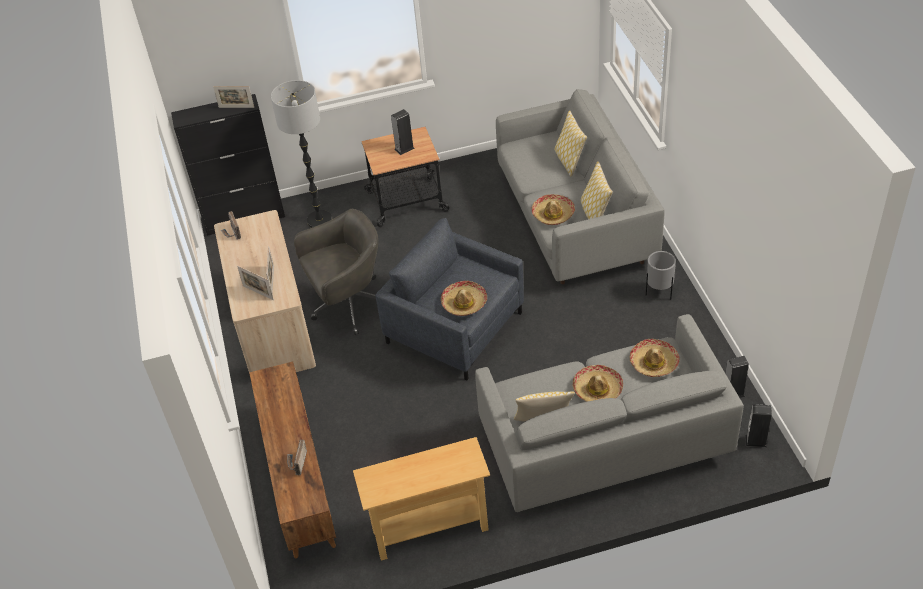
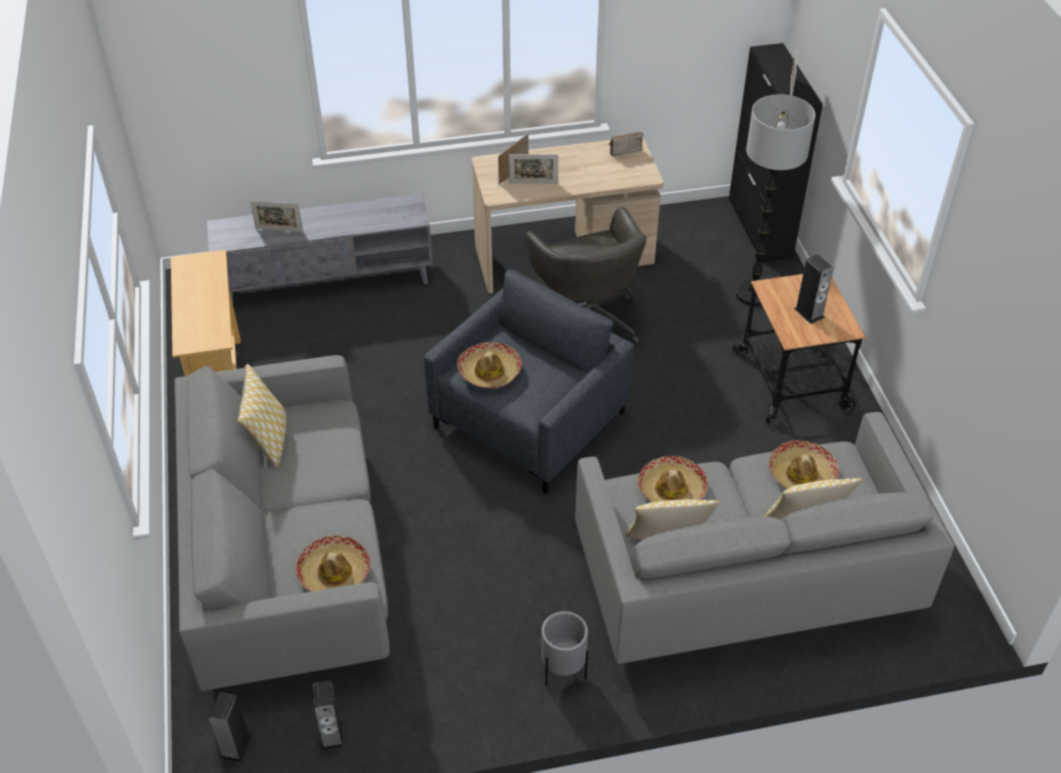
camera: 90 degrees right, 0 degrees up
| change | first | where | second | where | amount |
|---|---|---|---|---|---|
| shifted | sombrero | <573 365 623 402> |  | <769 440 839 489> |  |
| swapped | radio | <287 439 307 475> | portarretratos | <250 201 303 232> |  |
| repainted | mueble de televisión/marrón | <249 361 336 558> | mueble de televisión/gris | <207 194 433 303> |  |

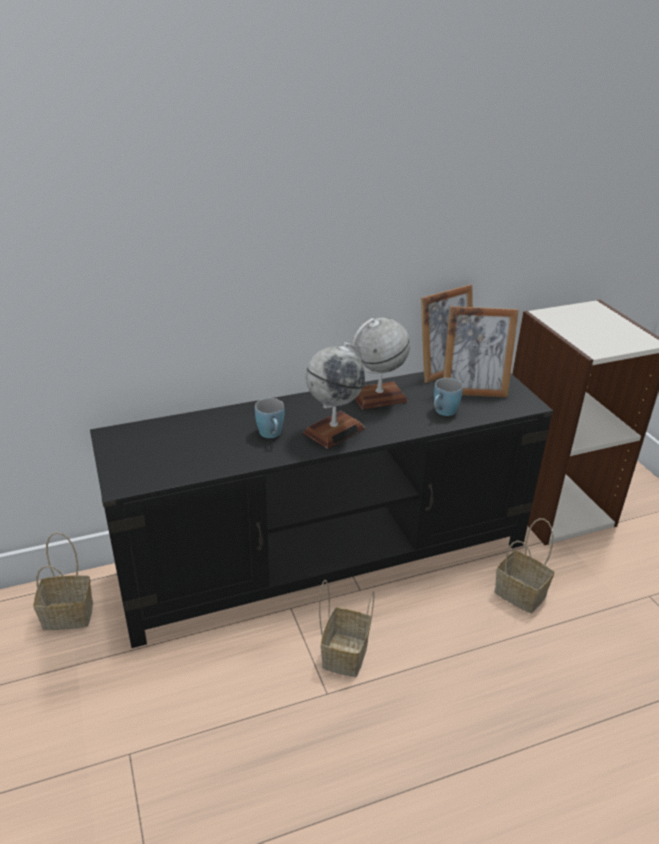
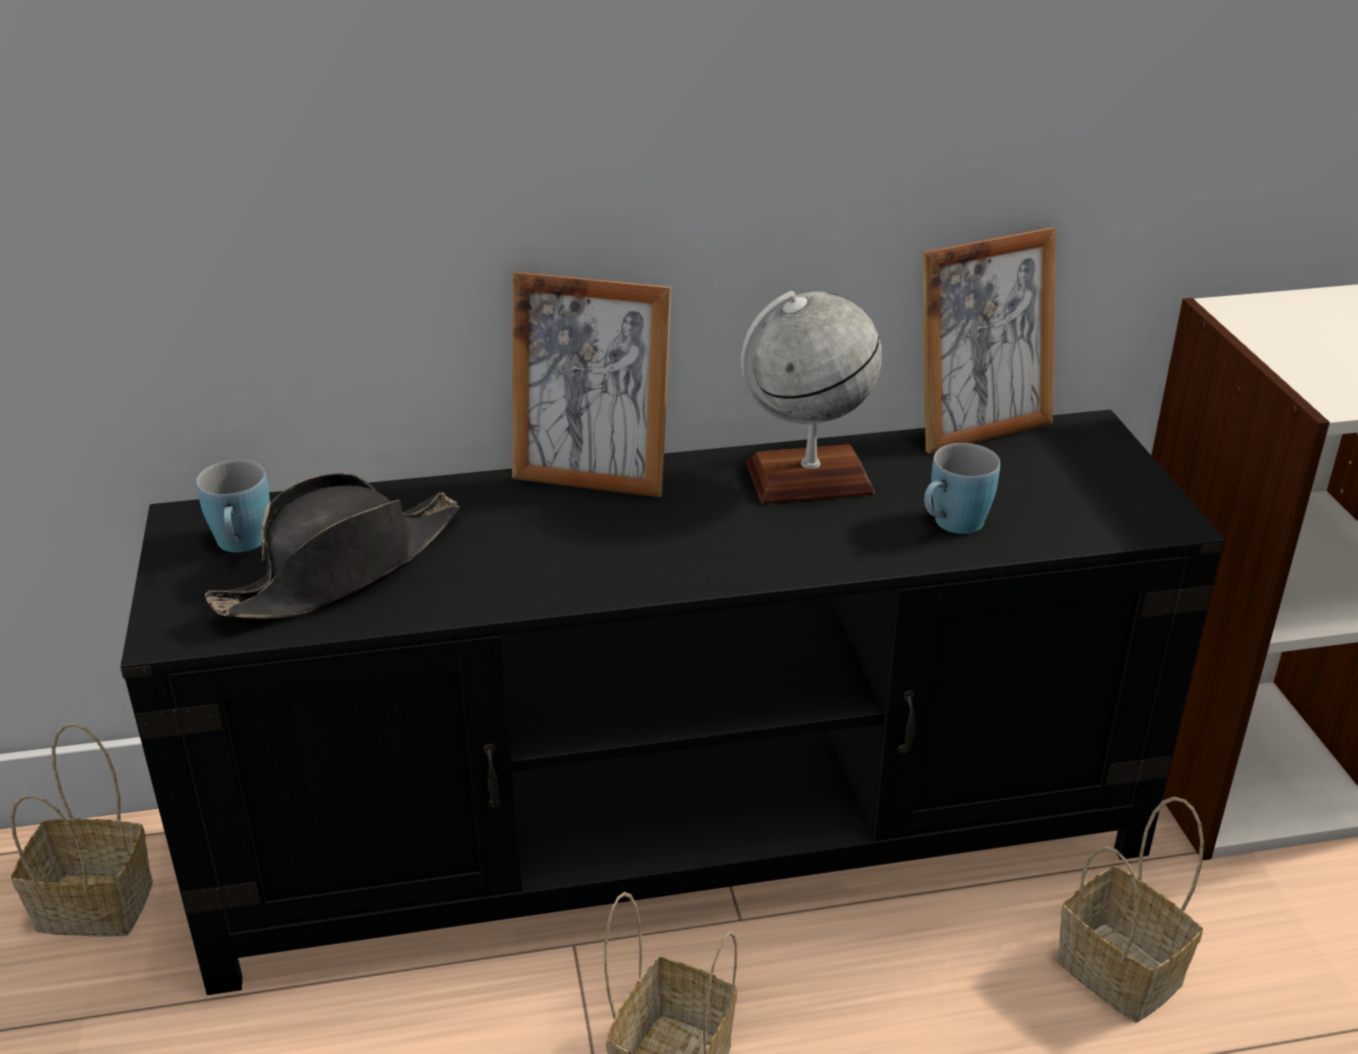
camera: 10 degrees right, 0 degrees up
| change | first | where | second | where | amount |
|---|---|---|---|---|---|
| gone | globo terráqueo | <303 342 365 449> |  |  |  |
| new |  |  | sombrero/negro | <205 473 460 619> |  |
| shifted | taza grande/azul | <255 398 284 438> |  | <196 460 270 552> |  |
| shifted | portarretratos | <443 306 519 397> |  | <512 272 671 497> |  |

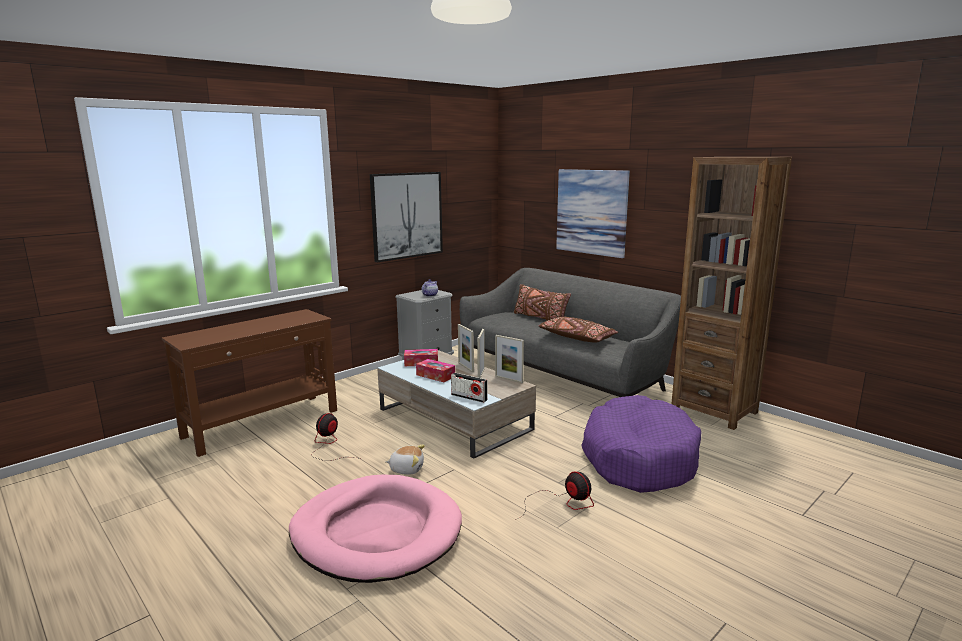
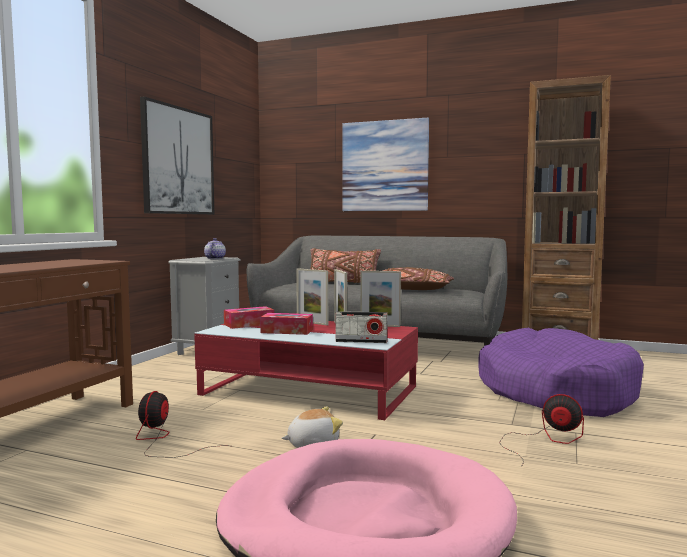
camera: 25 degrees left, 10 degrees down
| change | first | where | second | where | amount |
|---|---|---|---|---|---|
| repainted | mesa de centro/beis | <377 350 536 458> | mesa de centro/rojo | <194 321 418 420> |  |

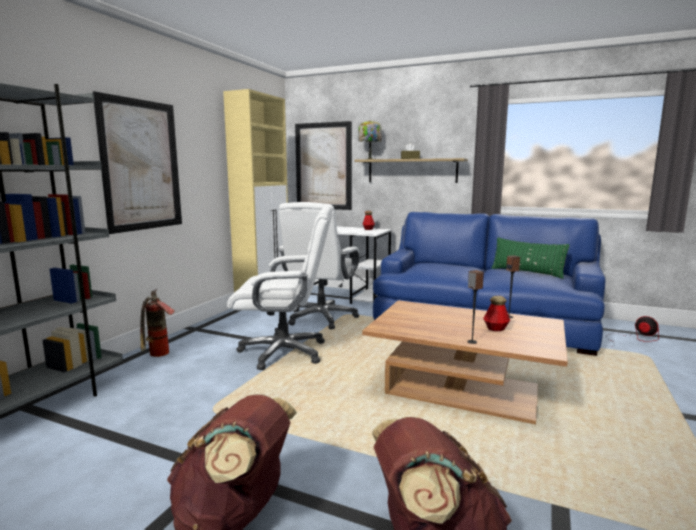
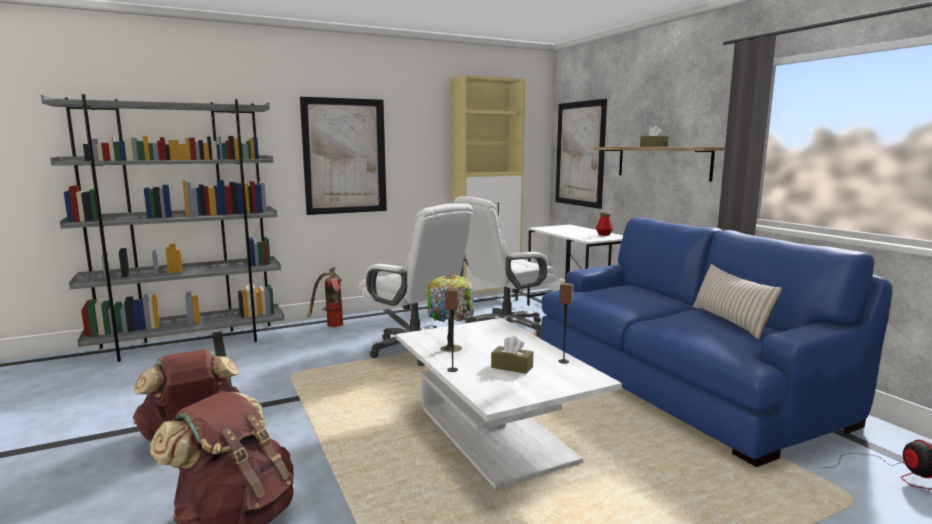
camera: 40 degrees right, 0 degrees up
| change | first | where | second | where | amount |
|---|---|---|---|---|---|
| shifted | lámpara de mesa | <359 120 382 159> |  | <427 275 474 352> |  |
| swapped | botella | <483 296 510 331> | caja de pañuelos/marrón | <491 336 533 374> |  |
| repainted | mesa de centro/marrón | <362 300 568 425> | mesa de centro/blanco | <396 318 622 489> |  |
| repainted | cojín/verde | <491 237 570 279> | cojín/beis | <693 264 782 339> |  |

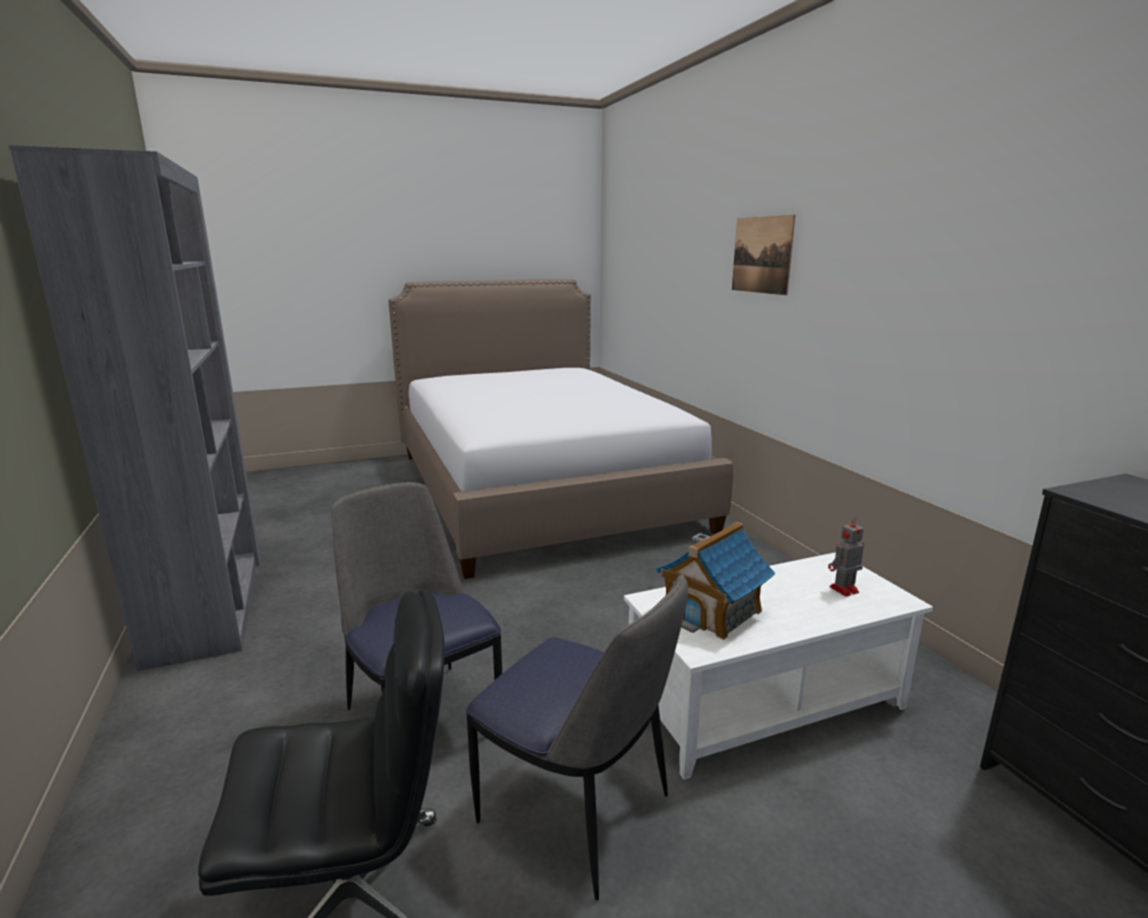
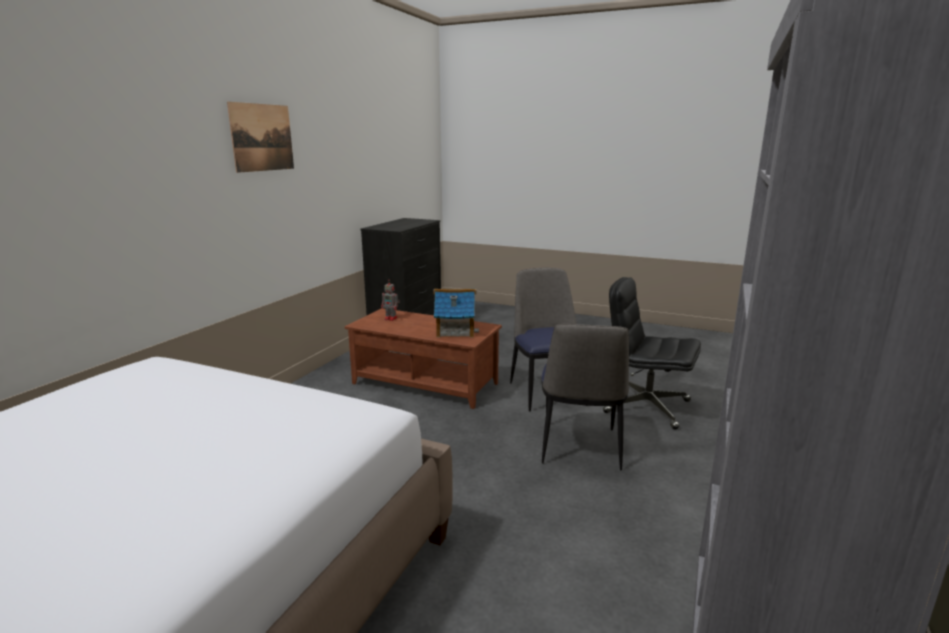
camera: 135 degrees left, 0 degrees up
| change | first | where | second | where | amount |
|---|---|---|---|---|---|
| shifted | cuadro | <732 215 795 295> |  | <227 102 294 173> |  |
| repainted | mesa de centro/blanco | <624 552 933 780> | mesa de centro/marrón | <345 308 502 409> |  |

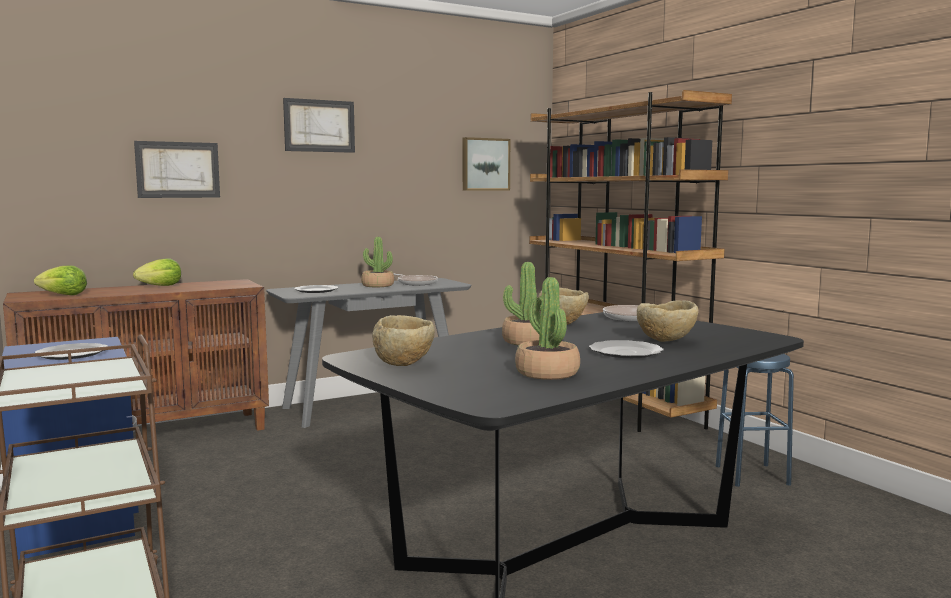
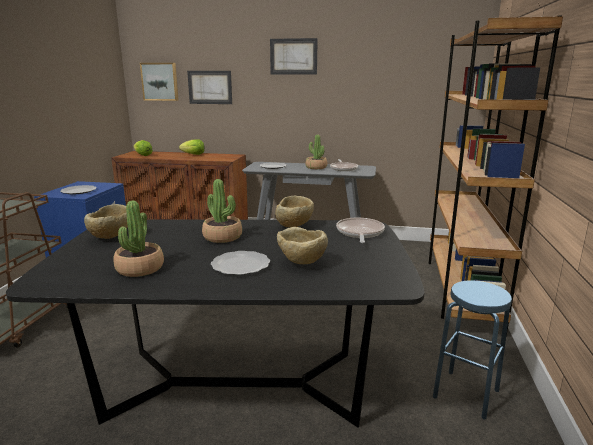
camera: 40 degrees right, 10 degrees up
| change | first | where | second | where | amount |
|---|---|---|---|---|---|
| shifted | cuadro | <463 137 510 191> |  | <140 63 179 101> |  |

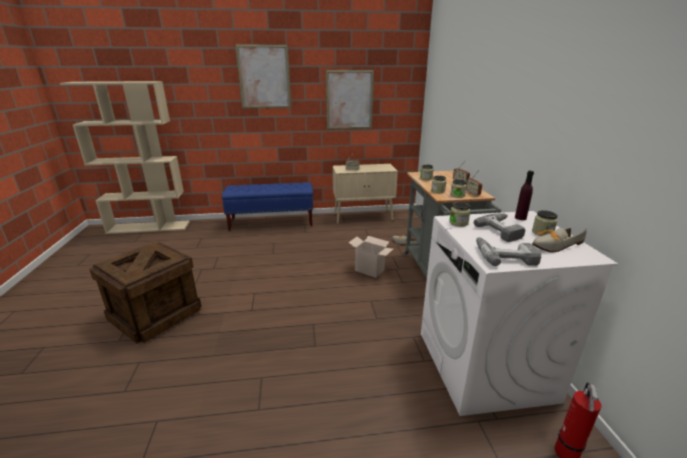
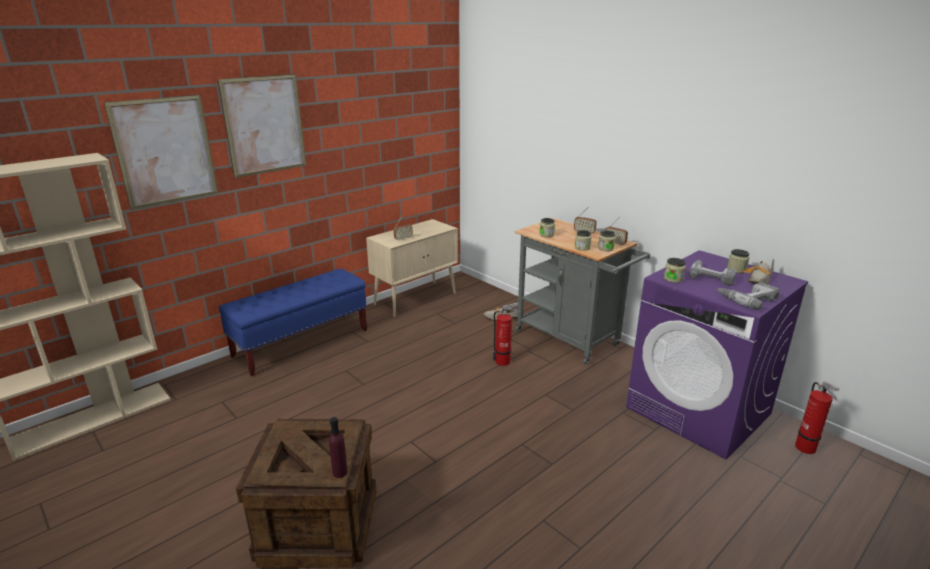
camera: 35 degrees left, 0 degrees up
| change | first | where | second | where | amount |
|---|---|---|---|---|---|
| shifted | cuadro | <326 70 374 130> |  | <104 95 218 210> |  |
| shifted | botella/morado | <515 171 534 220> |  | <329 417 348 478> |  |
| swapped | caja de cartón | <348 236 393 278> | extintor | <493 302 520 366> |  |
| repainted | lavadora/blanco | <421 211 618 416> | lavadora/morado | <626 250 808 460> |  |

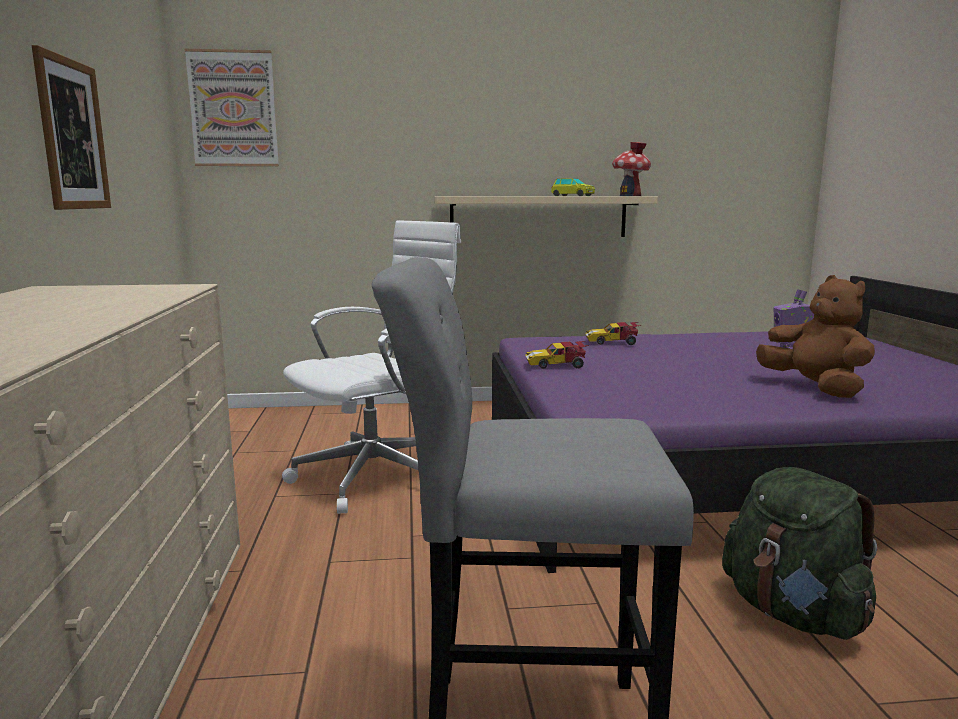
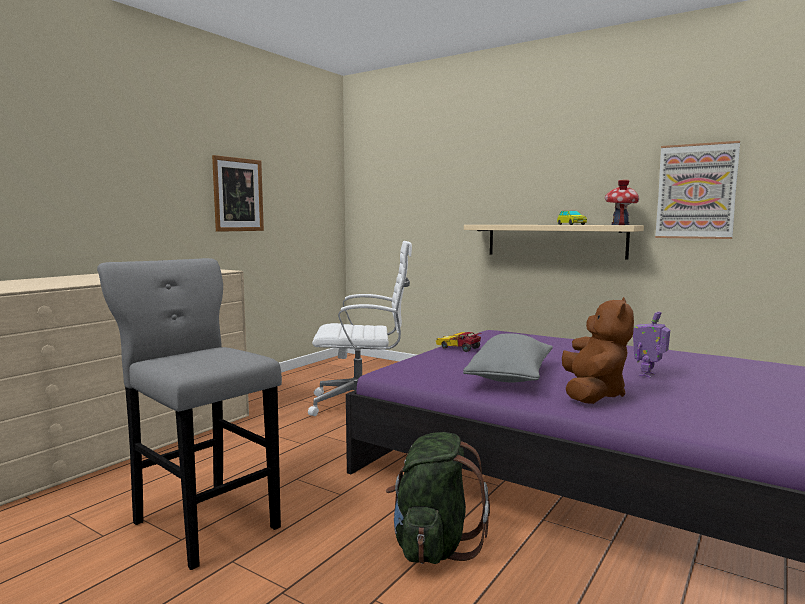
camera: 40 degrees right, 5 degrees down
| change | first | where | second | where | amount |
|---|---|---|---|---|---|
| gone | coche de juguete | <586 322 641 345> |  |  |  |
| new |  |  | cojín/gris | <463 334 553 383> |  |
| shifted | cuadro | <185 49 279 166> |  | <655 141 740 239> |  |

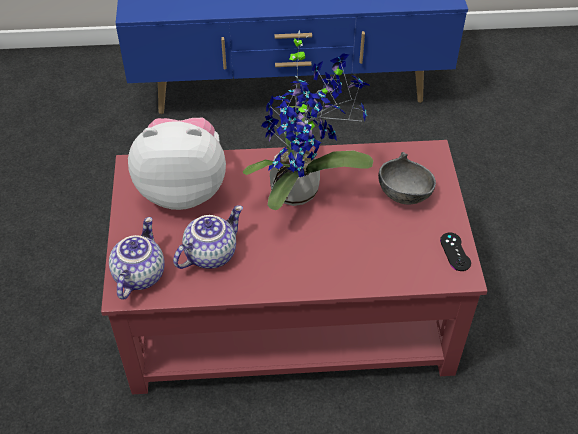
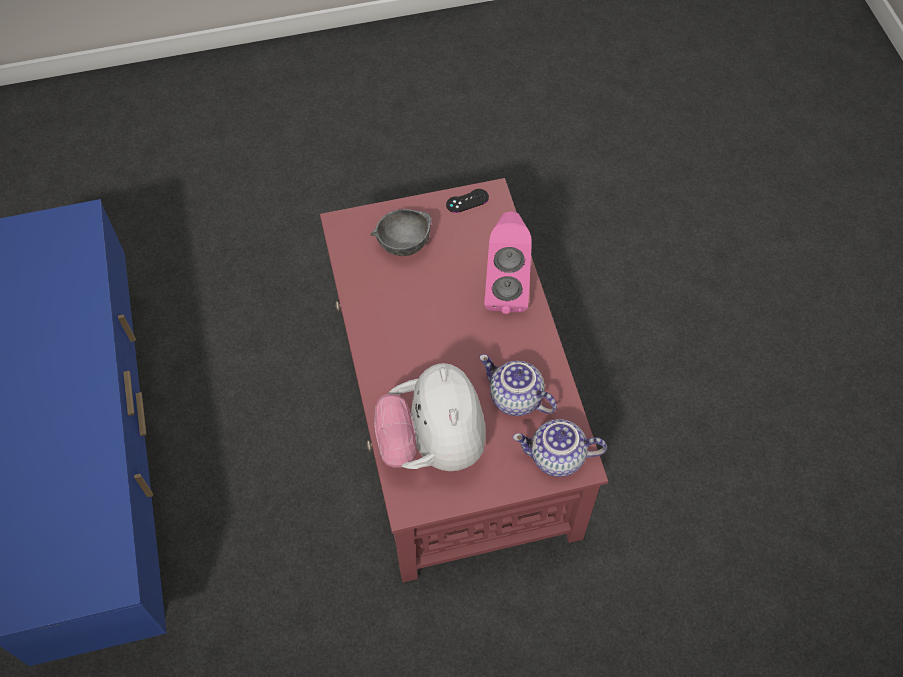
camera: 100 degrees left, 10 degrees up
| change | first | where | second | where | amount |
|---|---|---|---|---|---|
| gone | planta en maceta | <243 30 373 210> |  |  |  |
| new |  |  | altavoz/rosa | <484 211 532 314> |  |

